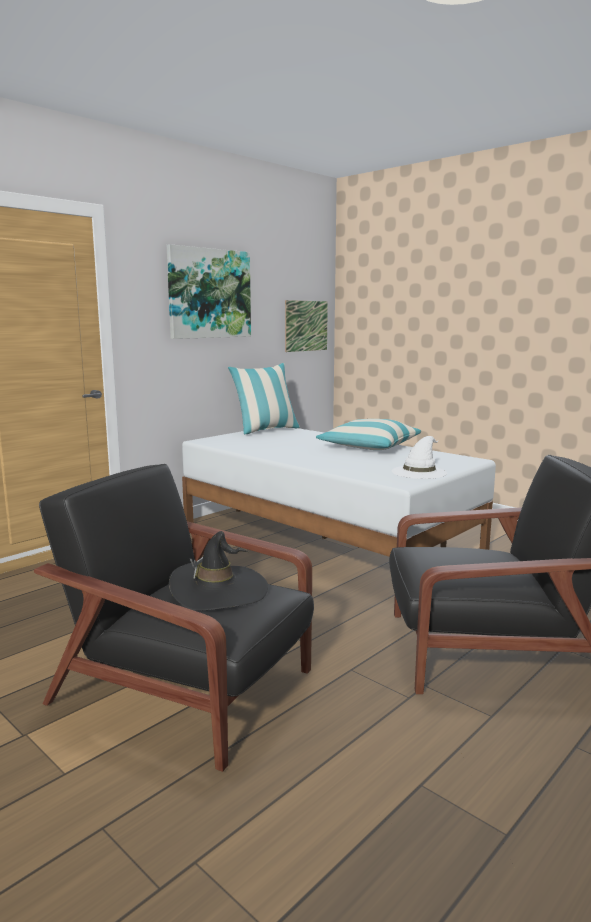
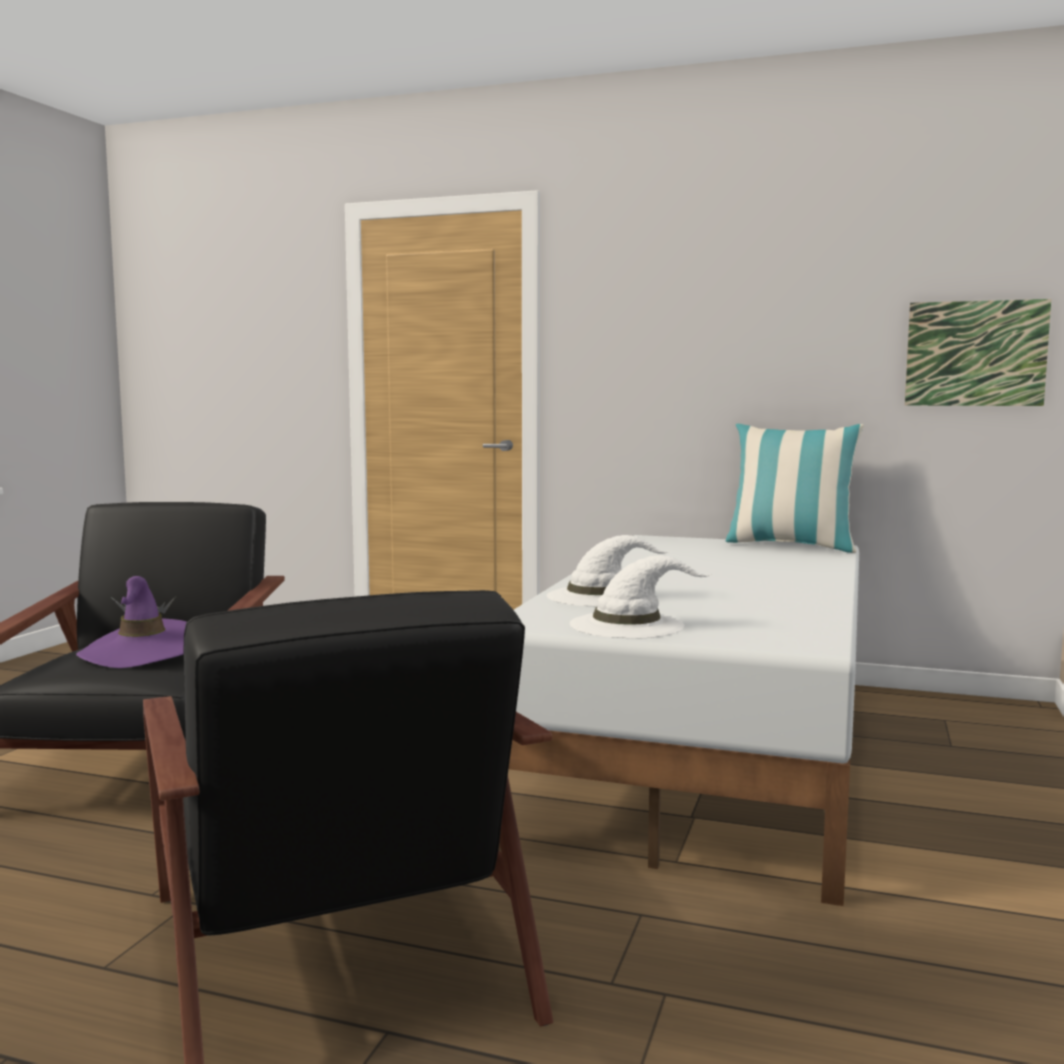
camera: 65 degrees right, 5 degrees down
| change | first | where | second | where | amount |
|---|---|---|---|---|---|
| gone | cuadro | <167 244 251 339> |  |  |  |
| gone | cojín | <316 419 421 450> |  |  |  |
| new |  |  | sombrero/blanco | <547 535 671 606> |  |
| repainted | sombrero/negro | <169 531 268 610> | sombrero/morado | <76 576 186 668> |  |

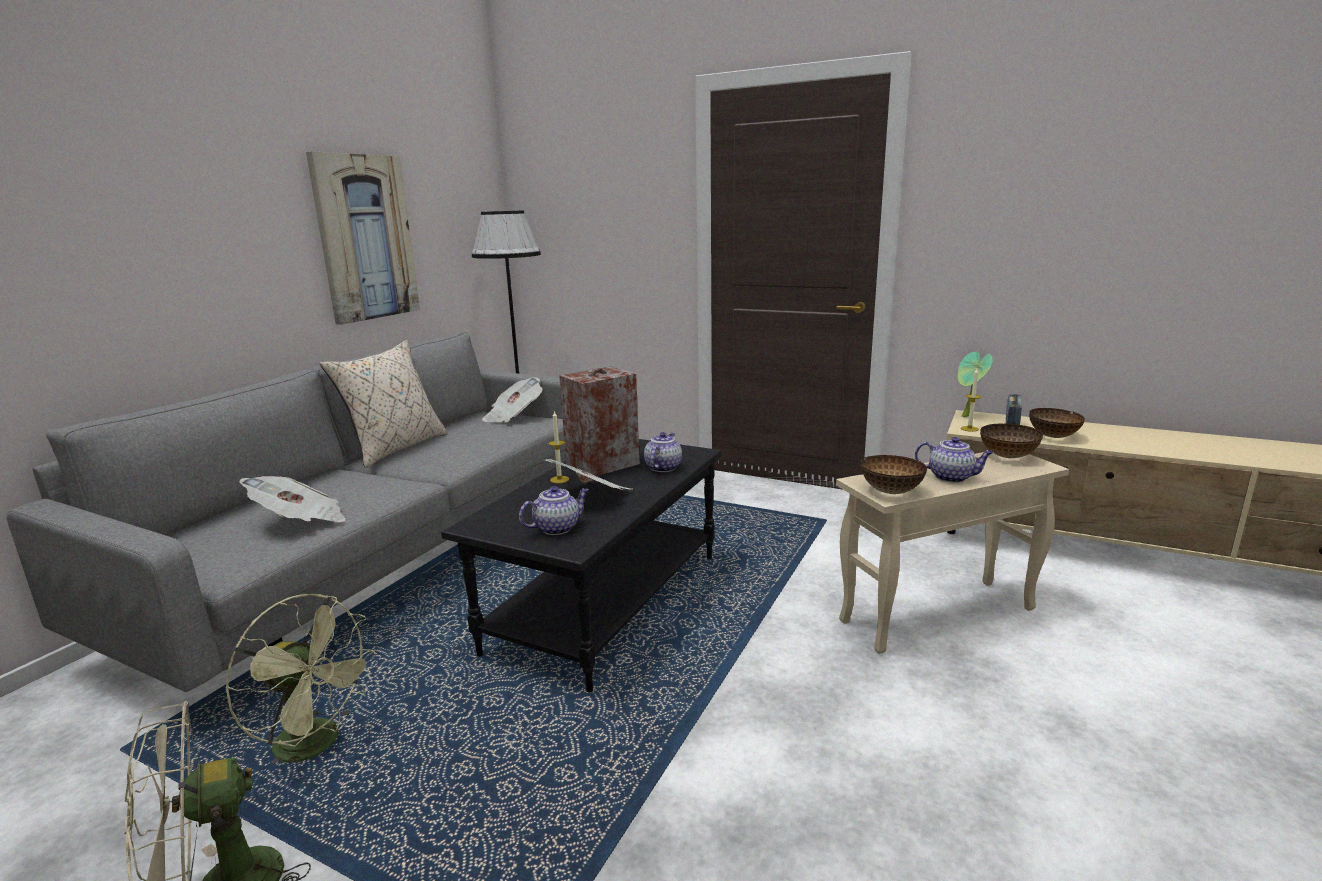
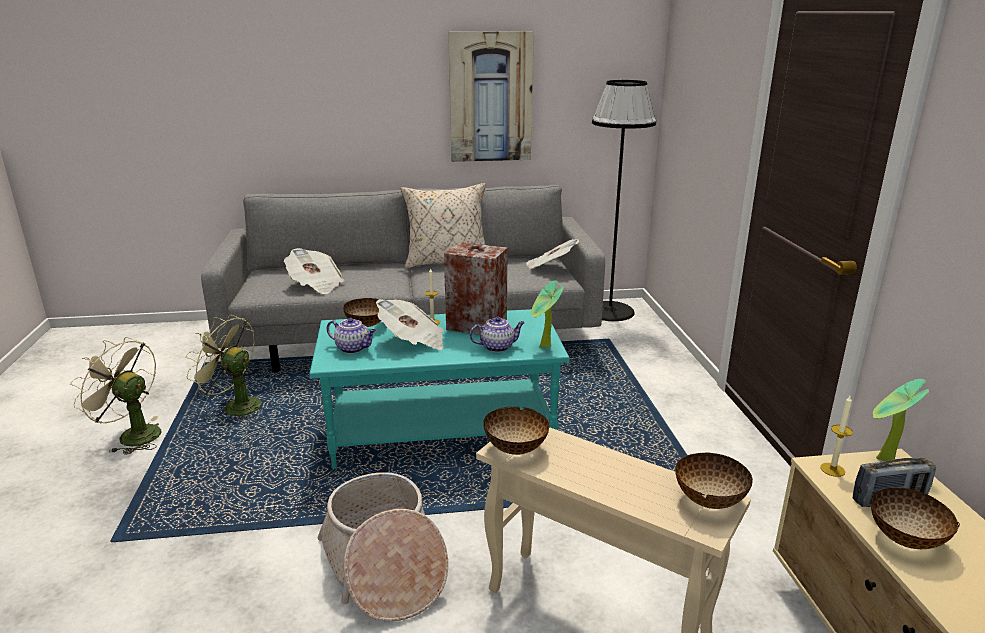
camera: 55 degrees right, 5 degrees up
| change | first | where | second | where | amount |
|---|---|---|---|---|---|
| gone | tetera | <915 437 994 483> |  |  |  |
| new |  |  | cesta | <317 473 448 622> |  |
| new |  |  | cuenco | <343 298 381 327> |  |
| new |  |  | planta en maceta | <531 280 564 348> |  |
| repainted | mesa de centro/negro | <441 439 722 692> | mesa de centro/turquesa | <309 309 570 468> |  |
| rotated | ventilador/verde | <226 594 377 766> |  | <185 315 262 422> | 120 degrees clockwise |

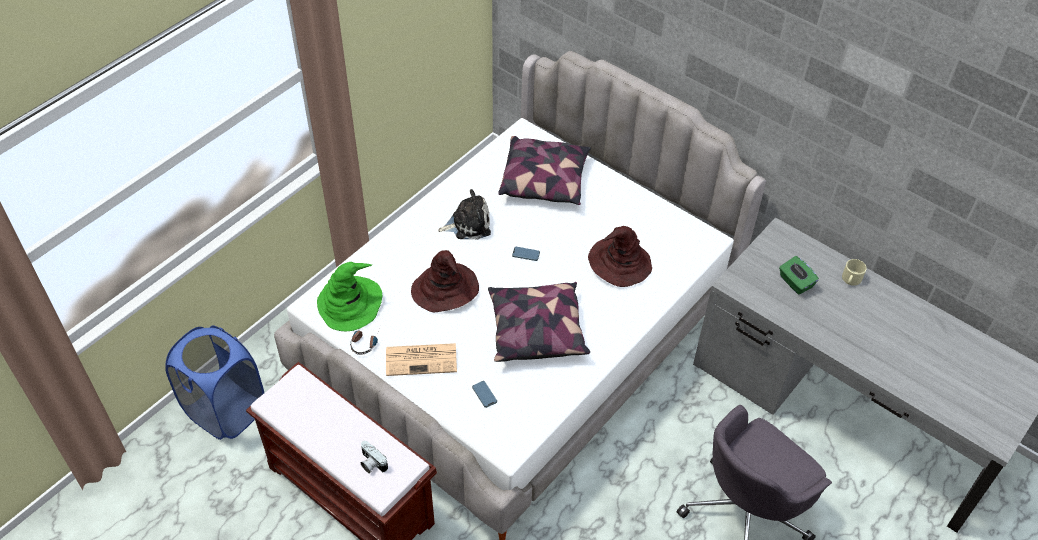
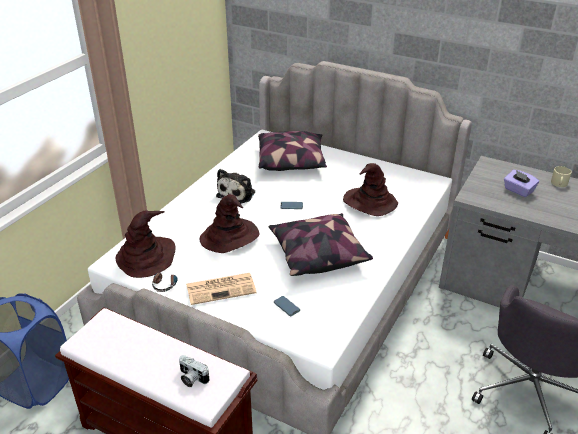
camera: 10 degrees left, 15 degrees down
| change | first | where | second | where | amount |
|---|---|---|---|---|---|
| repainted | sombrero/verde | <317 262 382 331> | sombrero/marrón | <116 210 176 278> |  |
| repainted | caja de pañuelos/verde | <779 256 819 295> | caja de pañuelos/morado | <504 170 539 197> |  |
| rotated | peluche | <438 189 491 240> |  | <216 169 255 204> | 135 degrees clockwise |

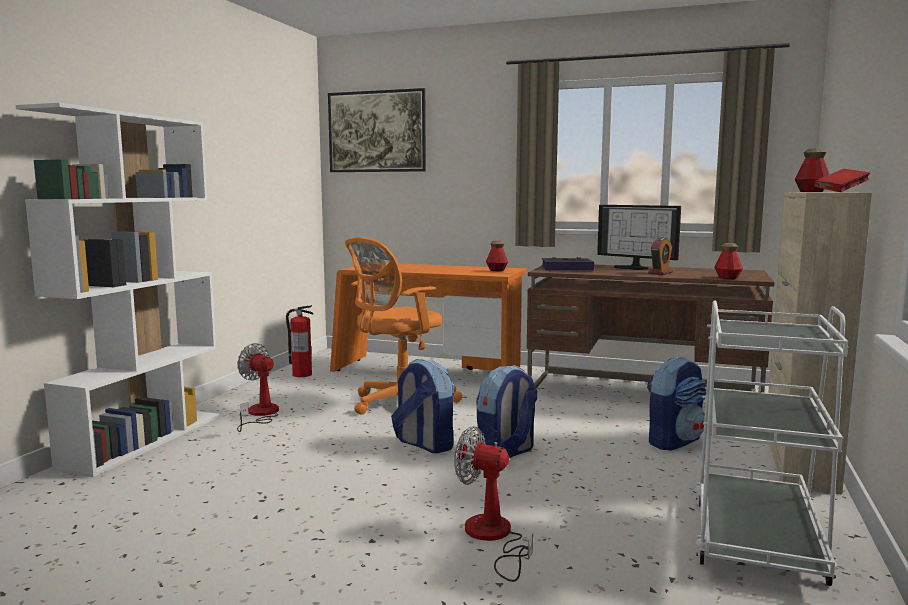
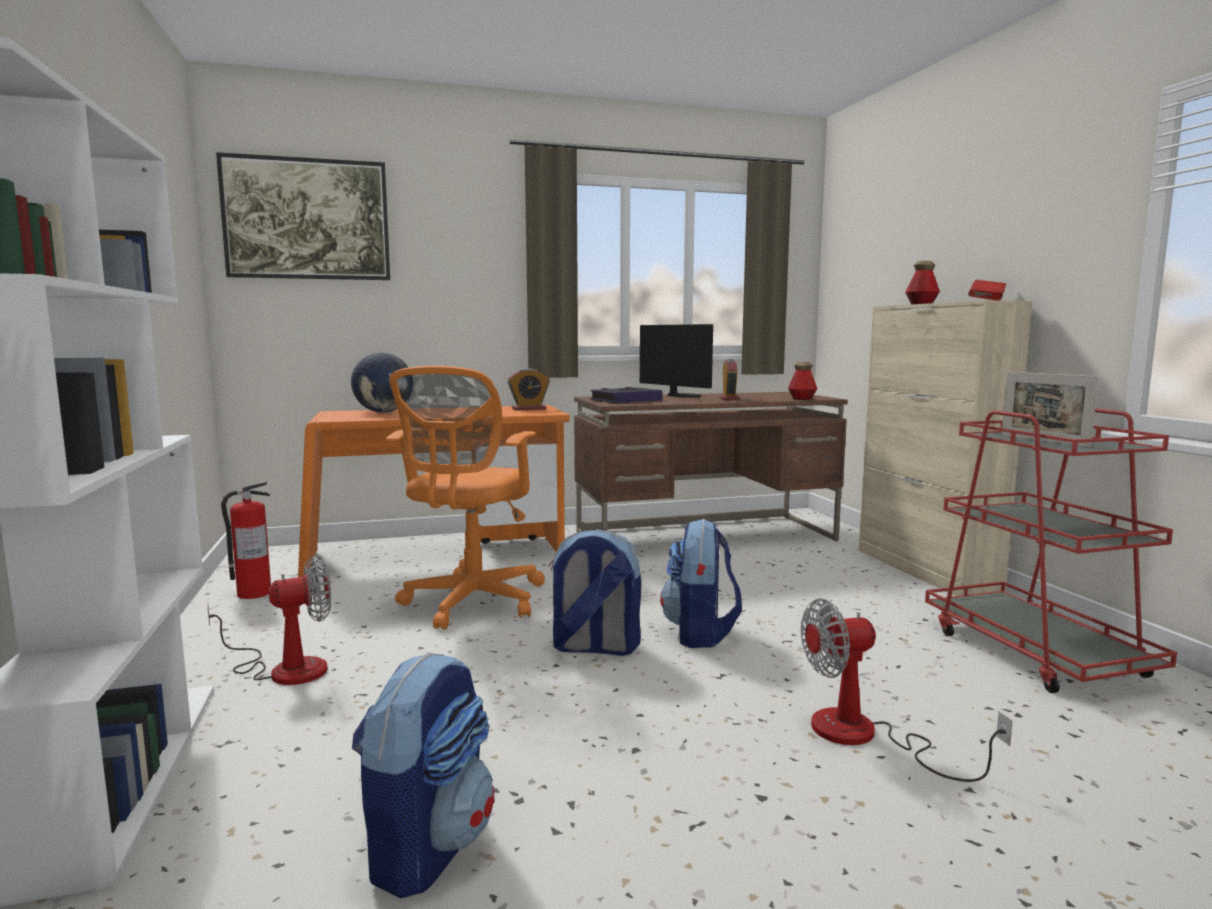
camera: 35 degrees left, 0 degrees up
| change | first | where | second | where | amount |
|---|---|---|---|---|---|
| new |  |  | globo terráqueo | <351 353 413 412> |  |
| new |  |  | portarretratos | <1001 372 1099 447> |  |
| shifted | mochila | <647 357 706 451> |  | <352 652 494 898> |  |
| swapped | botella | <486 241 508 271> | despertador | <507 368 550 411> |  |
| repainted | carrito/blanco | <696 300 849 586> | carrito/rojo | <925 408 1177 693> |  |
| rotated | ventilador | <237 343 279 432> |  | <208 556 331 685> | 150 degrees clockwise |
| rotated | monitor | <597 205 681 270> |  | <640 324 713 397> | 135 degrees counterclockwise |

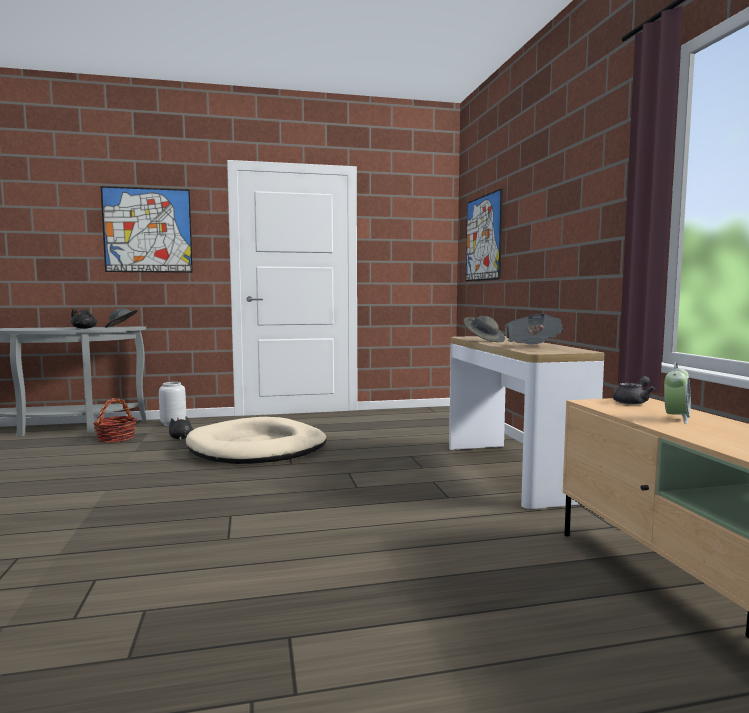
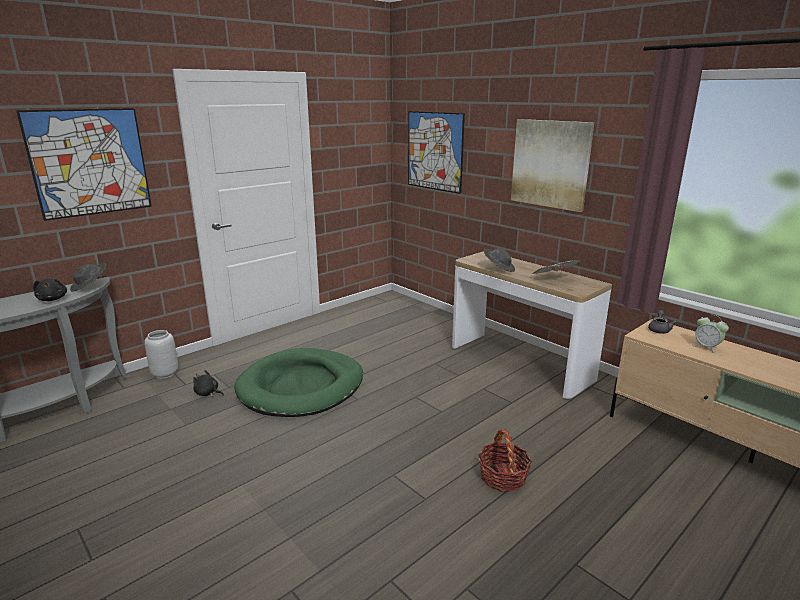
camera: 30 degrees left, 15 degrees up
| change | first | where | second | where | amount |
|---|---|---|---|---|---|
| new |  |  | cuadro | <511 119 594 212> |  |
| shifted | cesta | <93 398 136 443> |  | <479 428 532 492> |  |
| repainted | cama para perro/beis | <186 417 327 464> | cama para perro/verde | <234 348 363 417> |  |
| rotated | despertador | <664 362 691 424> |  | <692 315 729 354> | 135 degrees clockwise |

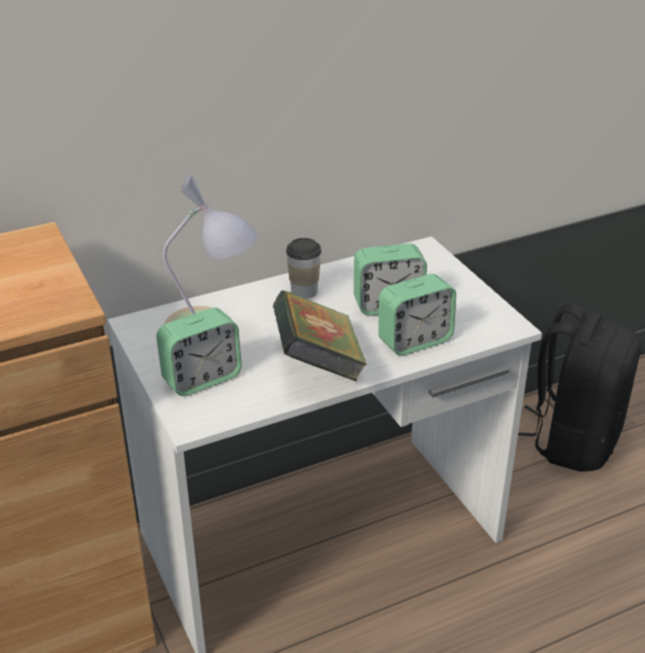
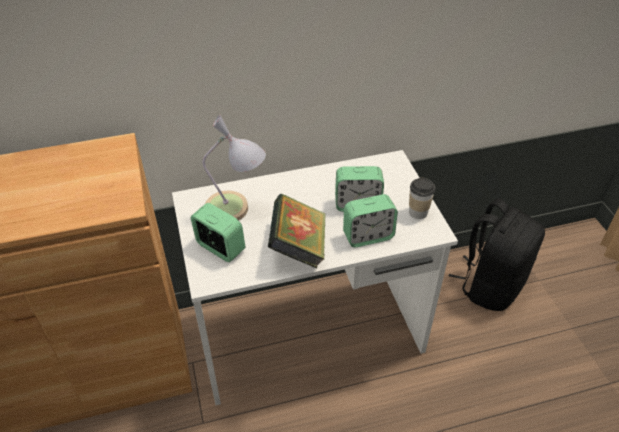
camera: 10 degrees right, 10 degrees up
| change | first | where | second | where | amount |
|---|---|---|---|---|---|
| shifted | taza | <286 238 321 299> |  | <409 178 435 219> |  |
| rotated | despertador | <156 308 242 396> |  | <191 203 245 262> | 120 degrees counterclockwise |

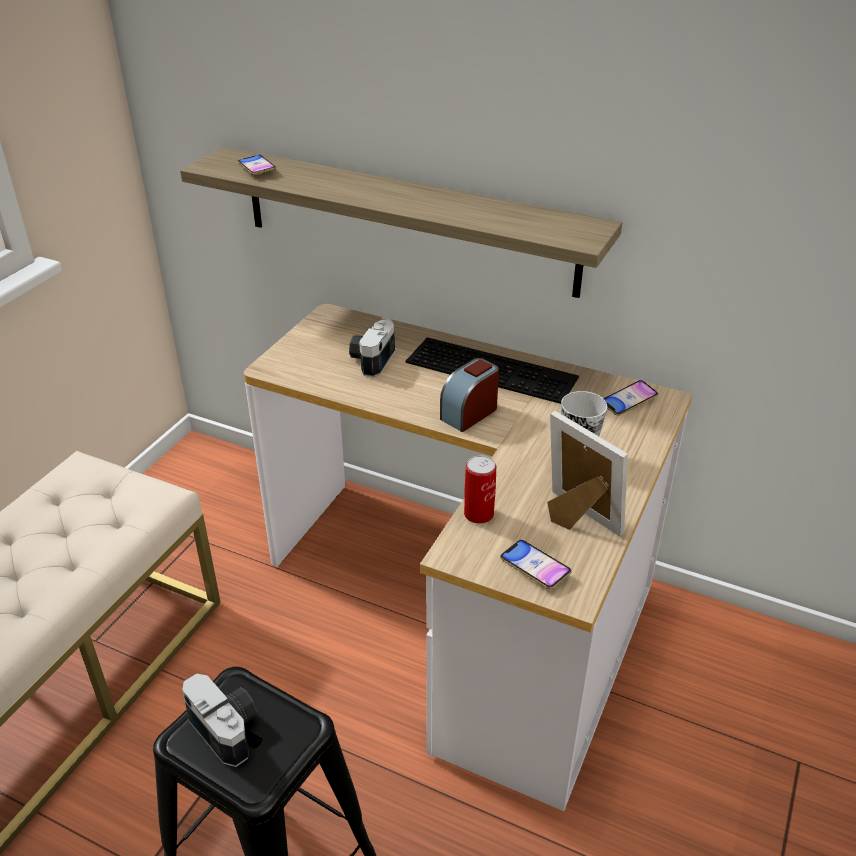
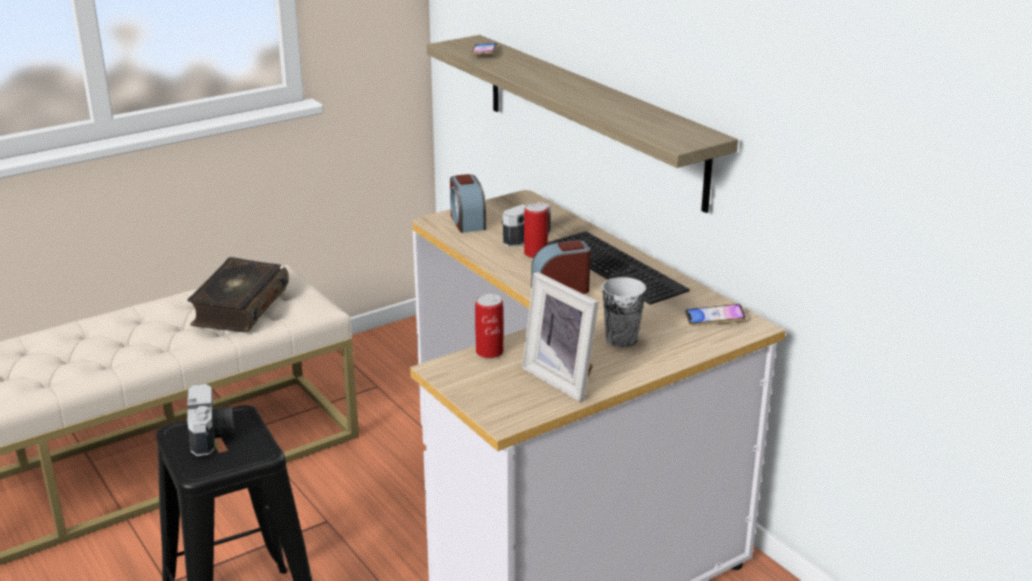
camera: 30 degrees right, 10 degrees down
| change | first | where | second | where | amount |
|---|---|---|---|---|---|
| gone | móvil | <500 540 572 589> |  |  |  |
| new |  |  | libro | <187 257 289 333> |  |
| new |  |  | despertador | <450 174 486 233> |  |
| new |  |  | lata | <524 203 548 258> |  |
| rotated | portarretratos | <547 411 628 537> |  | <522 272 599 402> | 150 degrees clockwise |

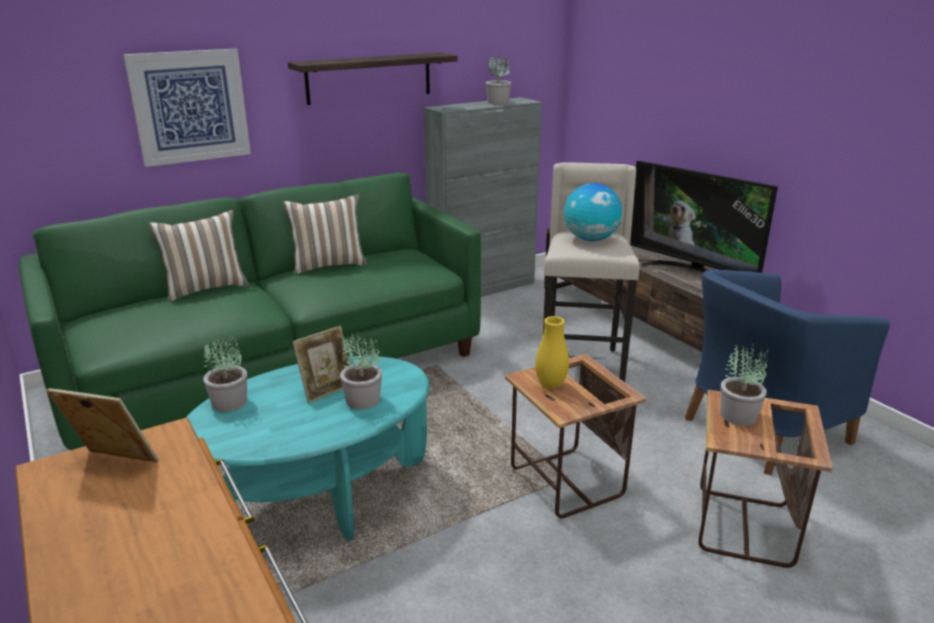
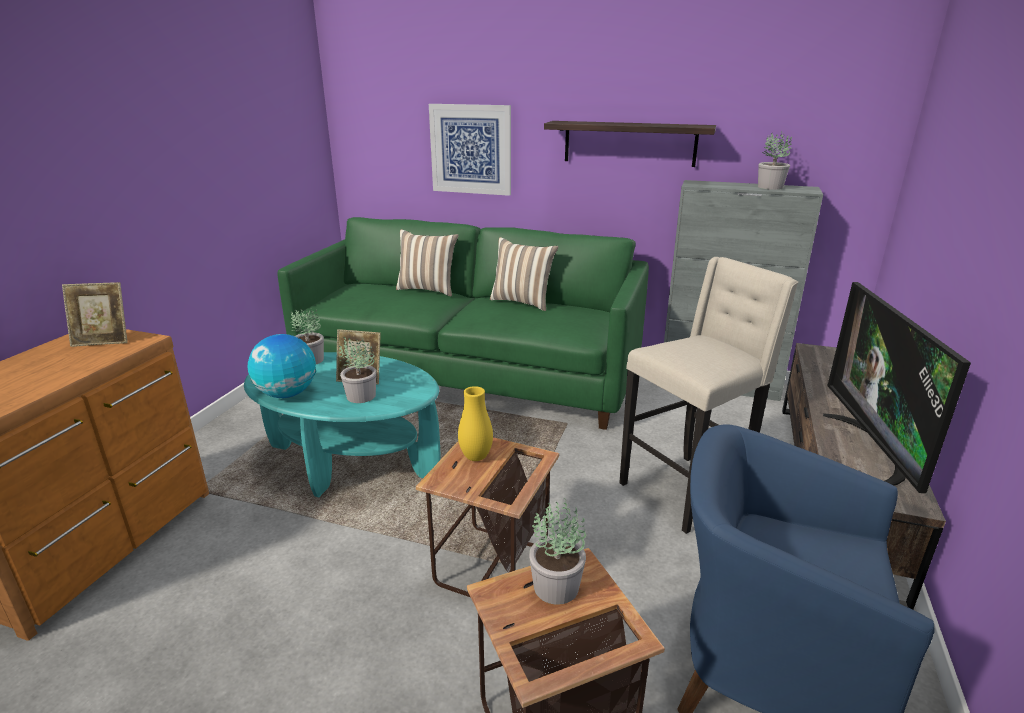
camera: 50 degrees right, 0 degrees up
| change | first | where | second | where | amount |
|---|---|---|---|---|---|
| shifted | globo terráqueo | <564 183 622 241> |  | <248 334 316 398> |  |
| rotated | portarretratos | <46 388 159 463> |  | <62 282 128 347> | 105 degrees clockwise |

